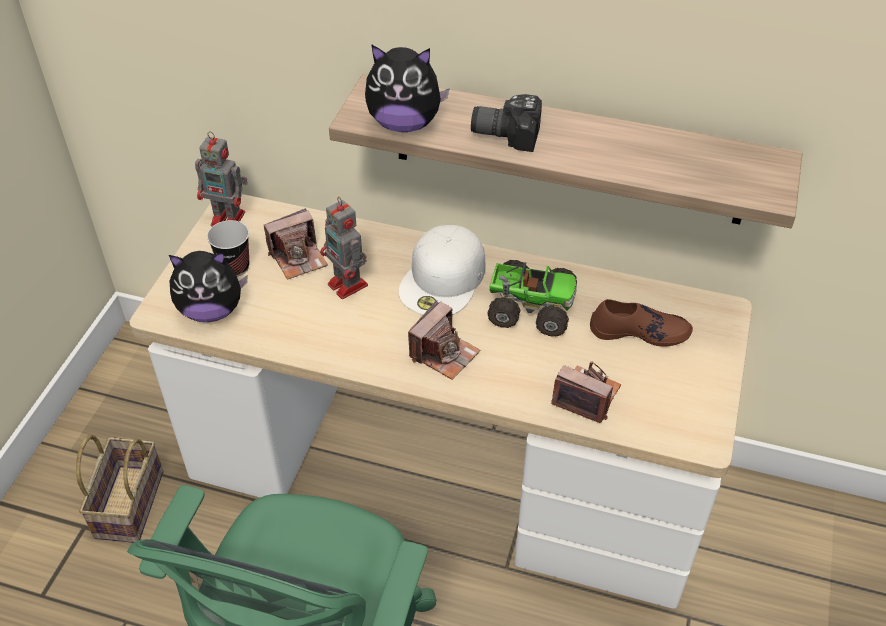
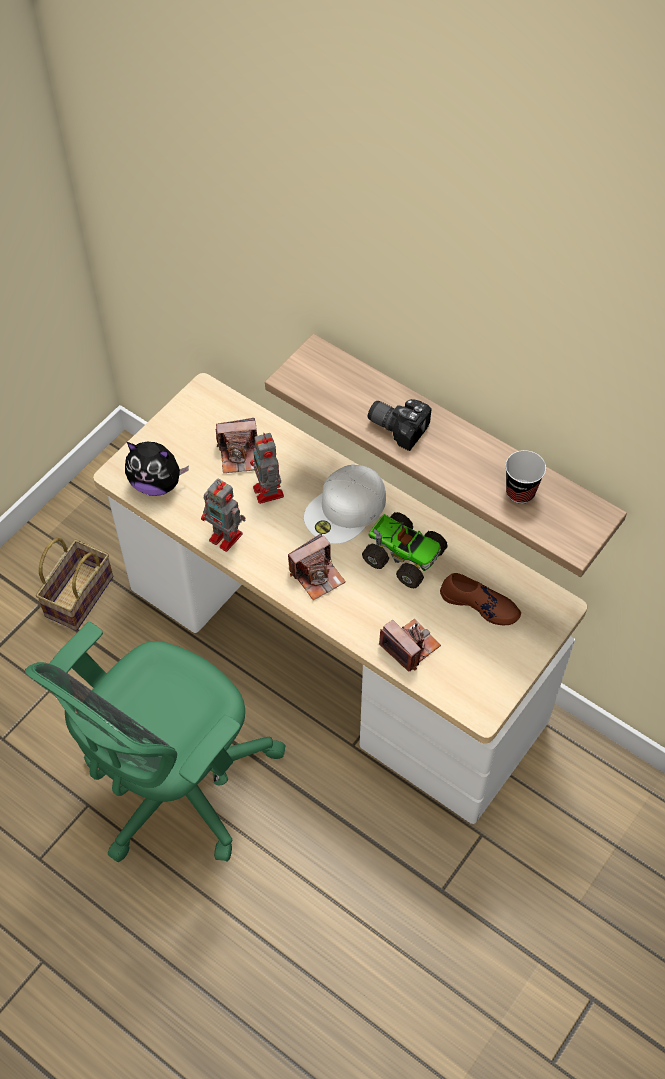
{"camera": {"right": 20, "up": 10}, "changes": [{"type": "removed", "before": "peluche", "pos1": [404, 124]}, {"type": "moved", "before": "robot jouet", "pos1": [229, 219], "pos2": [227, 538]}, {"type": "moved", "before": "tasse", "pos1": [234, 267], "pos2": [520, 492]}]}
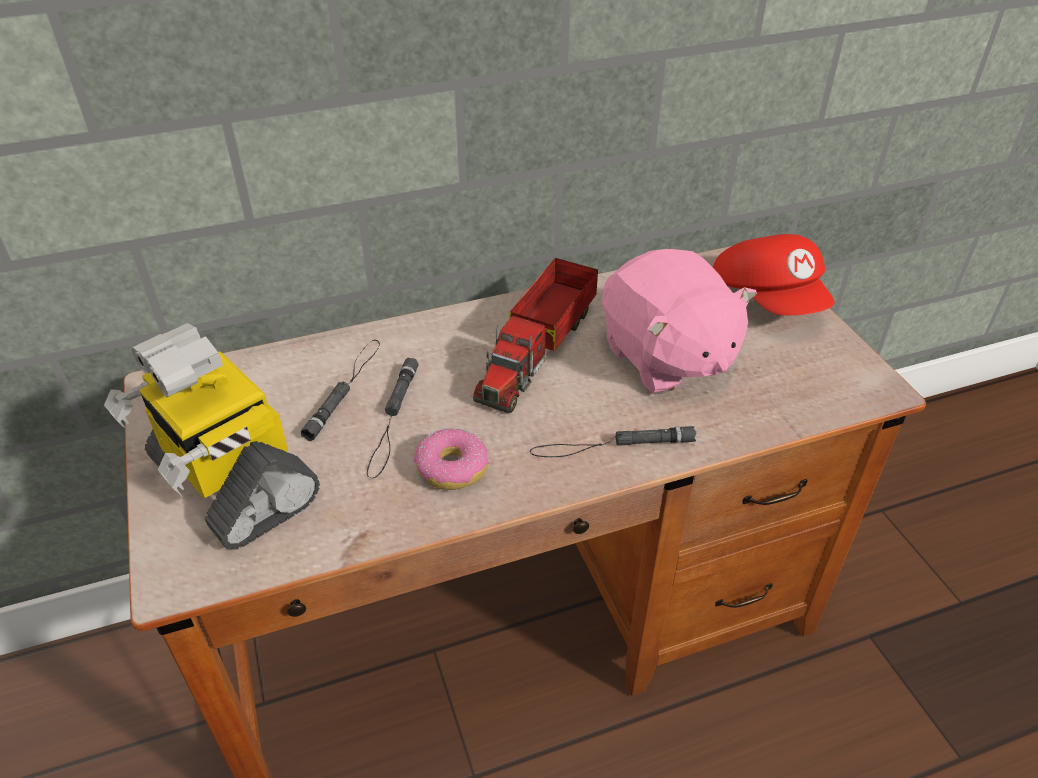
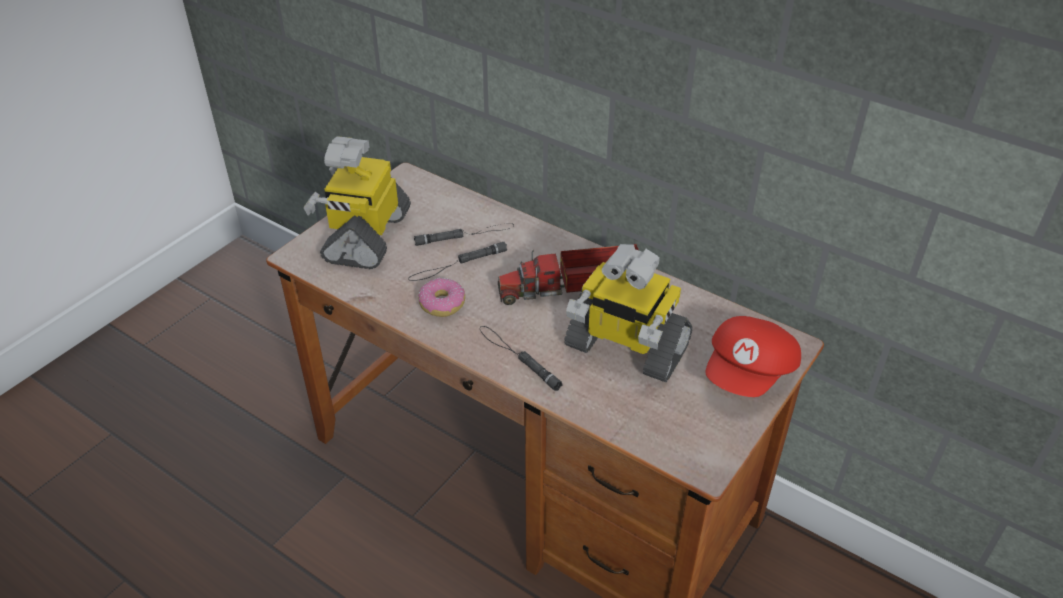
{"camera": {"right": 55, "up": 0}, "changes": [{"type": "replaced", "before": "peluche (rose)", "after": "robot jouet", "pos1": [666, 358], "pos2": [625, 347]}]}
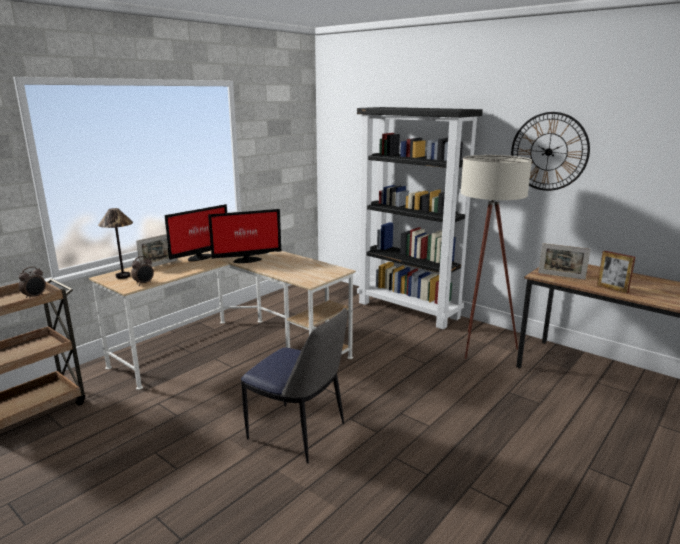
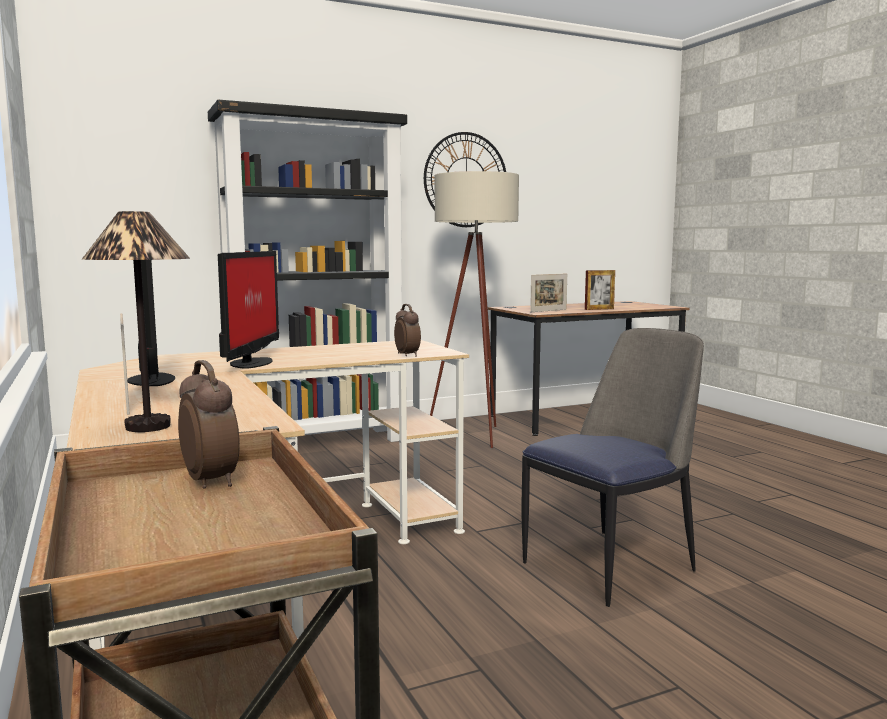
{"camera": {"right": -65, "up": -10}, "changes": [{"type": "moved", "before": "réveil", "pos1": [144, 283], "pos2": [408, 355]}]}
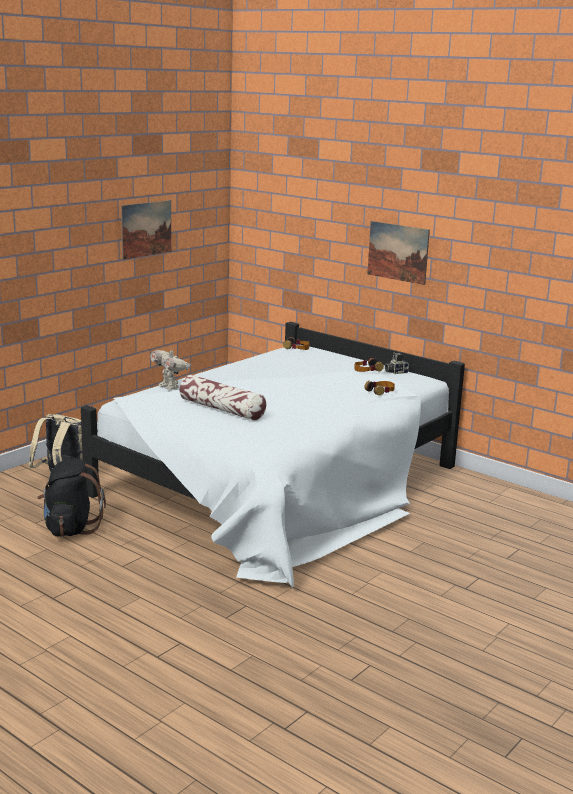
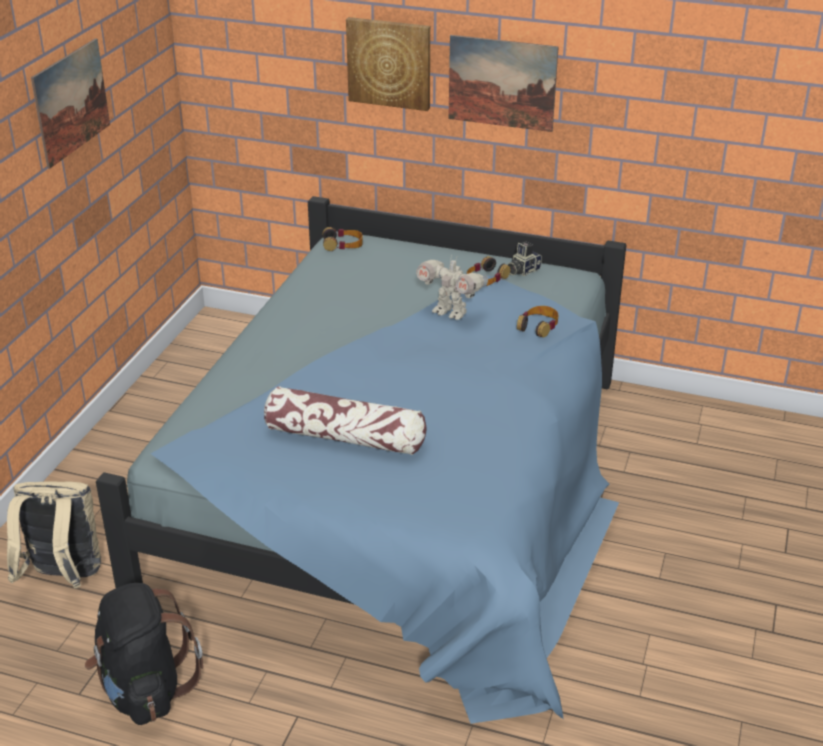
{"camera": {"right": -20, "up": 15}, "changes": [{"type": "recoloured", "before": "lit (blanc)", "after": "lit (bleu)", "pos1": [281, 486], "pos2": [404, 491]}, {"type": "moved", "before": "robot jouet", "pos1": [170, 387], "pos2": [450, 312]}, {"type": "added", "after": "tableau", "pos2": [389, 63]}]}
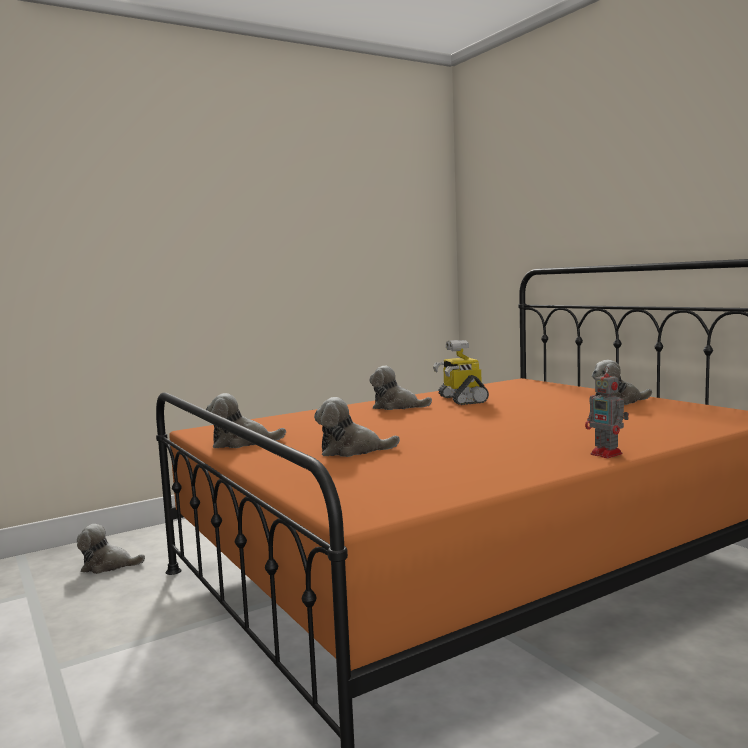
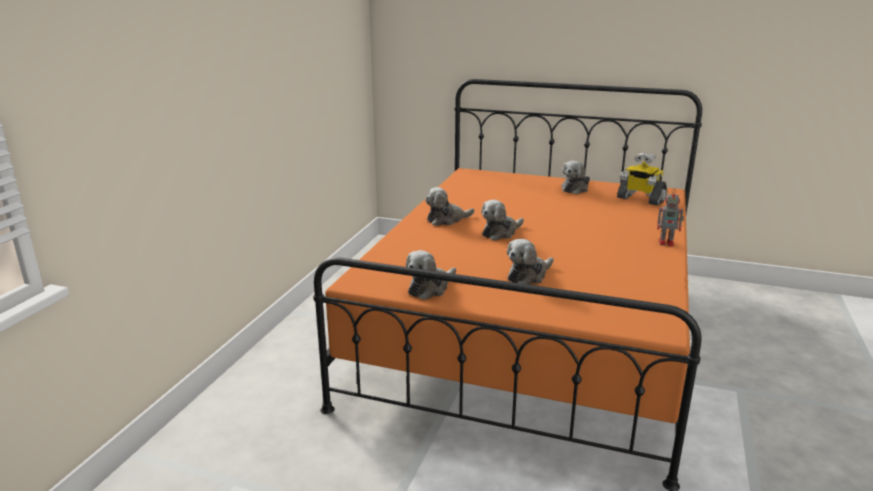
{"camera": {"right": -40, "up": 15}, "changes": [{"type": "moved", "before": "robot jouet", "pos1": [461, 399], "pos2": [640, 199]}, {"type": "moved", "before": "peluche", "pos1": [108, 566], "pos2": [500, 232]}]}
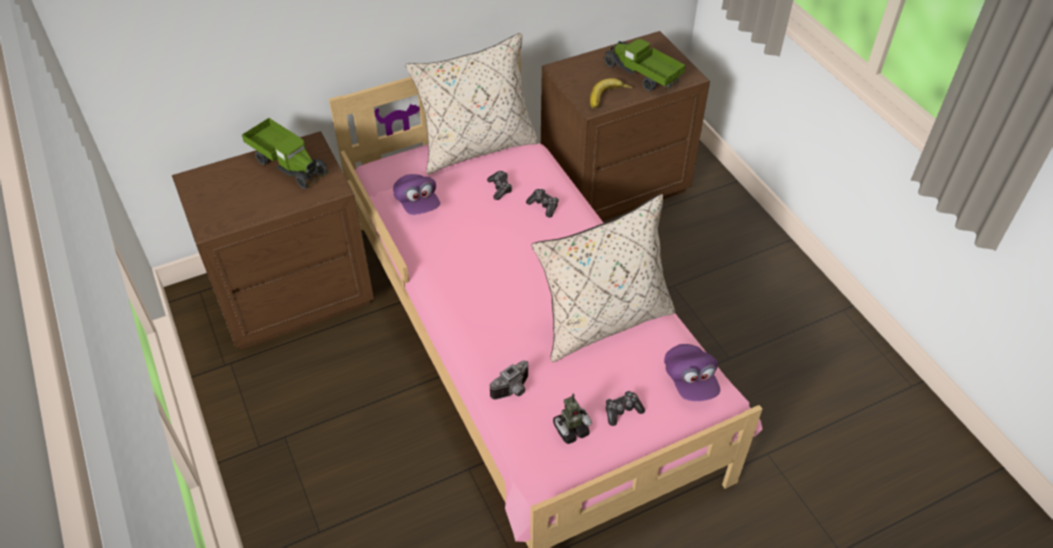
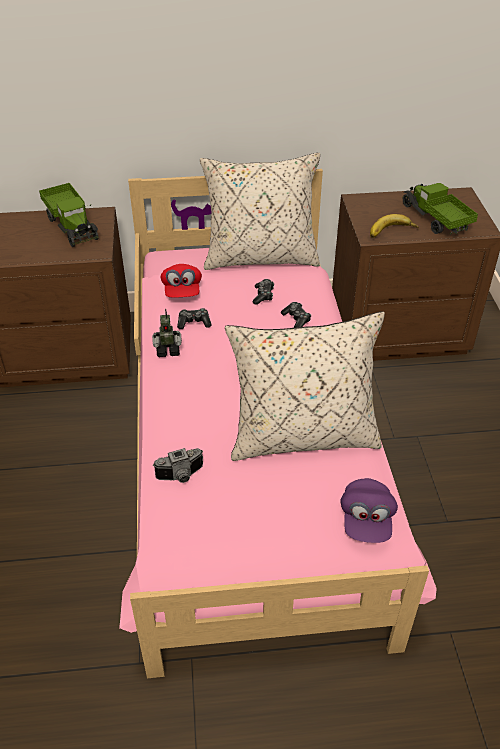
{"camera": {"right": 20, "up": -5}, "changes": [{"type": "recoloured", "before": "casquette (violet)", "after": "casquette (rouge)", "pos1": [417, 203], "pos2": [182, 291]}, {"type": "moved", "before": "manette", "pos1": [622, 411], "pos2": [194, 323]}, {"type": "moved", "before": "robot jouet", "pos1": [570, 430], "pos2": [168, 350]}]}
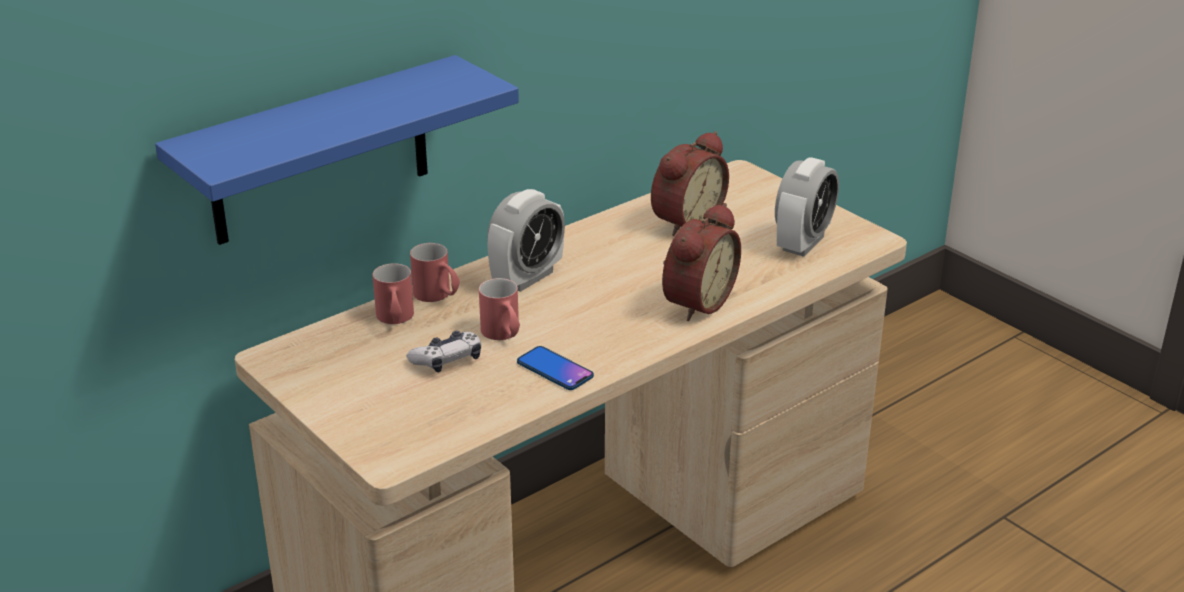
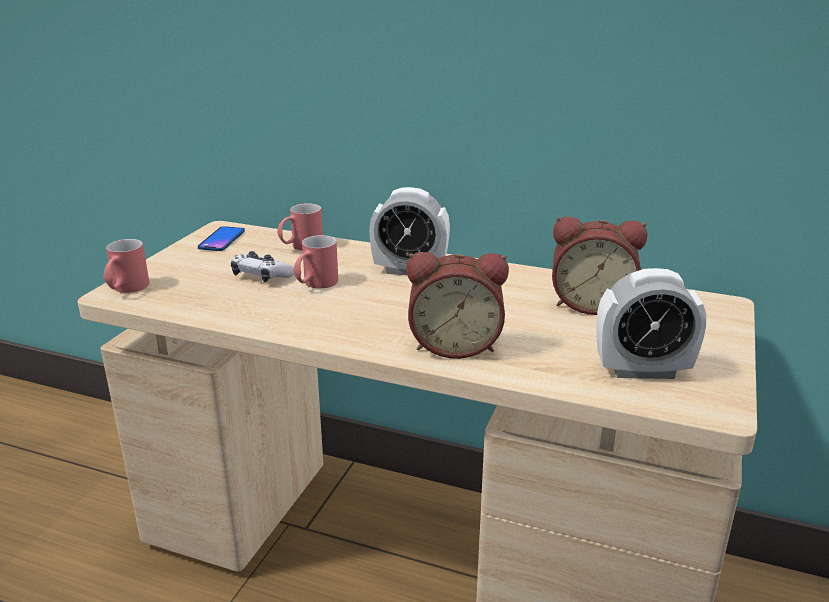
{"camera": {"right": 60, "up": -5}, "changes": [{"type": "removed", "before": "étagère (bleu)", "pos1": [320, 152]}, {"type": "moved", "before": "mug (rouge)", "pos1": [438, 296], "pos2": [126, 289]}, {"type": "moved", "before": "téléphone", "pos1": [555, 369], "pos2": [222, 240]}]}
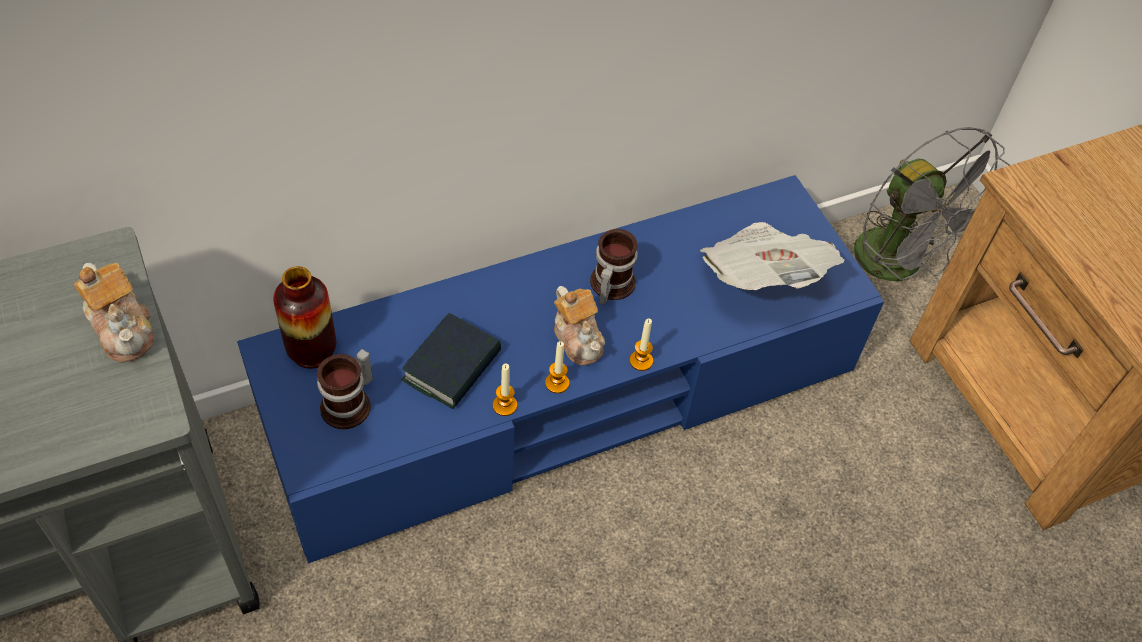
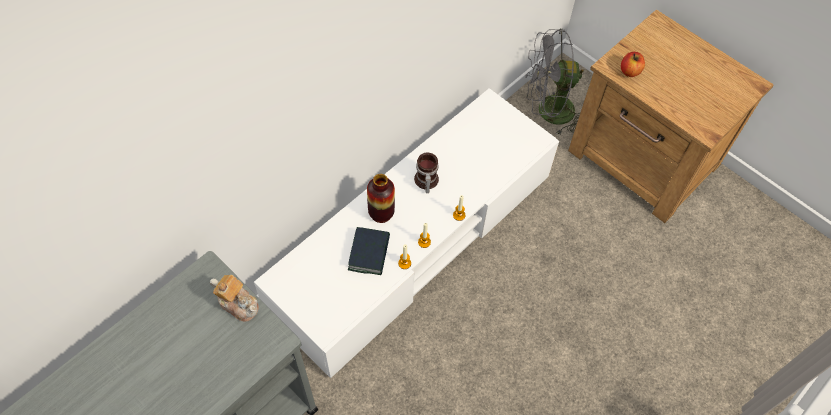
{"camera": {"right": -20, "up": 5}, "changes": [{"type": "turned", "before": "ventilateur (gris)", "pos1": [899, 266], "pos2": [547, 112], "turn": 135}, {"type": "recoloured", "before": "meuble télé (bleu)", "after": "meuble télé (blanc)", "pos1": [564, 394], "pos2": [413, 242]}, {"type": "removed", "before": "journal", "pos1": [762, 277]}, {"type": "moved", "before": "vase", "pos1": [312, 351], "pos2": [381, 213]}, {"type": "removed", "before": "théière", "pos1": [578, 338]}, {"type": "removed", "before": "mug", "pos1": [351, 405]}, {"type": "added", "after": "pomme", "pos2": [630, 71]}]}
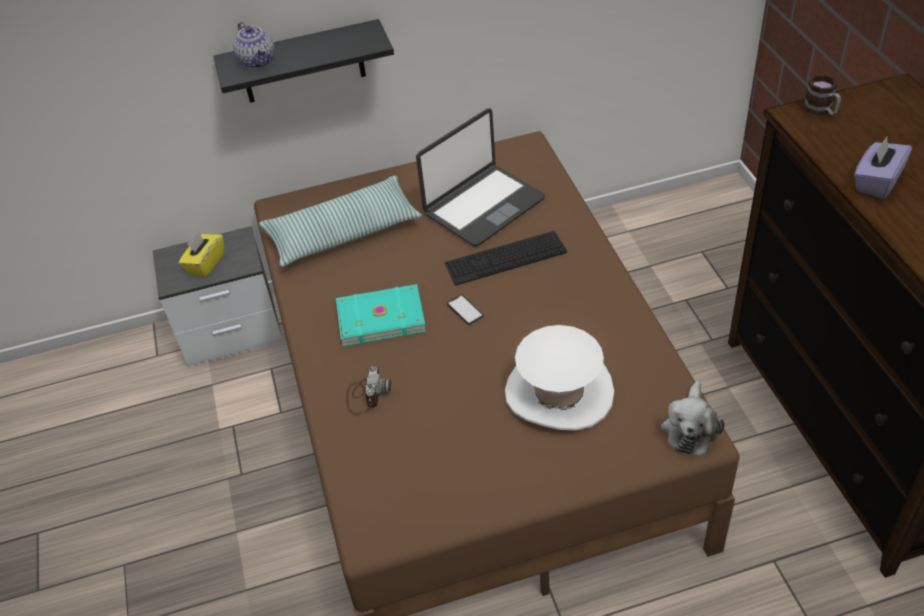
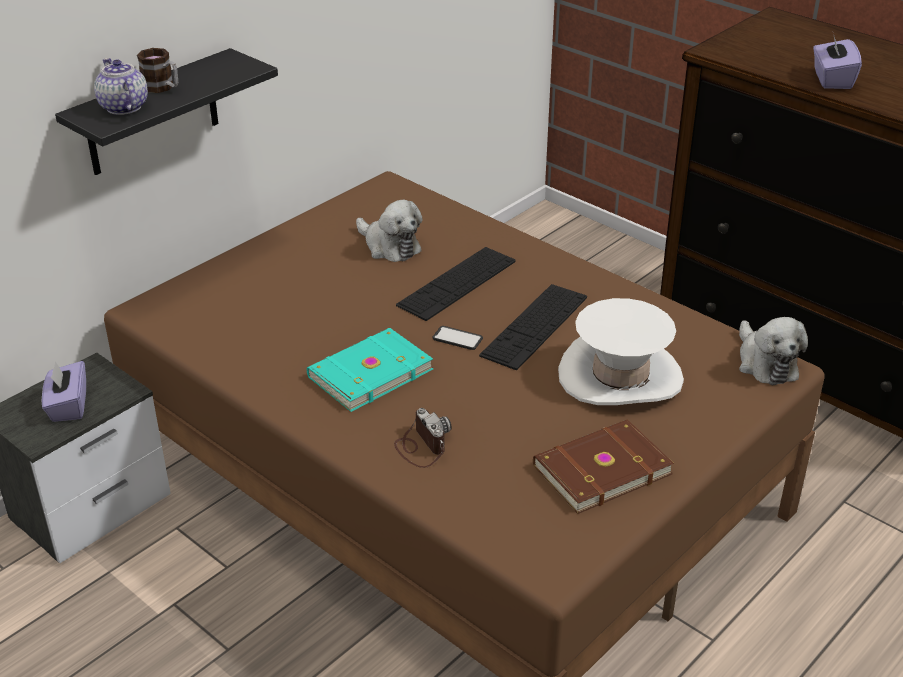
{"camera": {"right": -35, "up": -10}, "changes": [{"type": "turned", "before": "théière", "pos1": [258, 61], "pos2": [123, 107], "turn": -150}, {"type": "moved", "before": "mug", "pos1": [821, 110], "pos2": [163, 88]}, {"type": "replaced", "before": "ordinateur portable", "after": "peluche", "pos1": [483, 206], "pos2": [389, 246]}, {"type": "removed", "before": "coussin", "pos1": [343, 232]}, {"type": "recoloured", "before": "boîte à mouchoirs (jaune)", "after": "boîte à mouchoirs (violet)", "pos1": [205, 264], "pos2": [68, 406]}, {"type": "added", "after": "clavier", "pos2": [534, 326]}, {"type": "added", "after": "livre (marron)", "pos2": [600, 469]}]}
